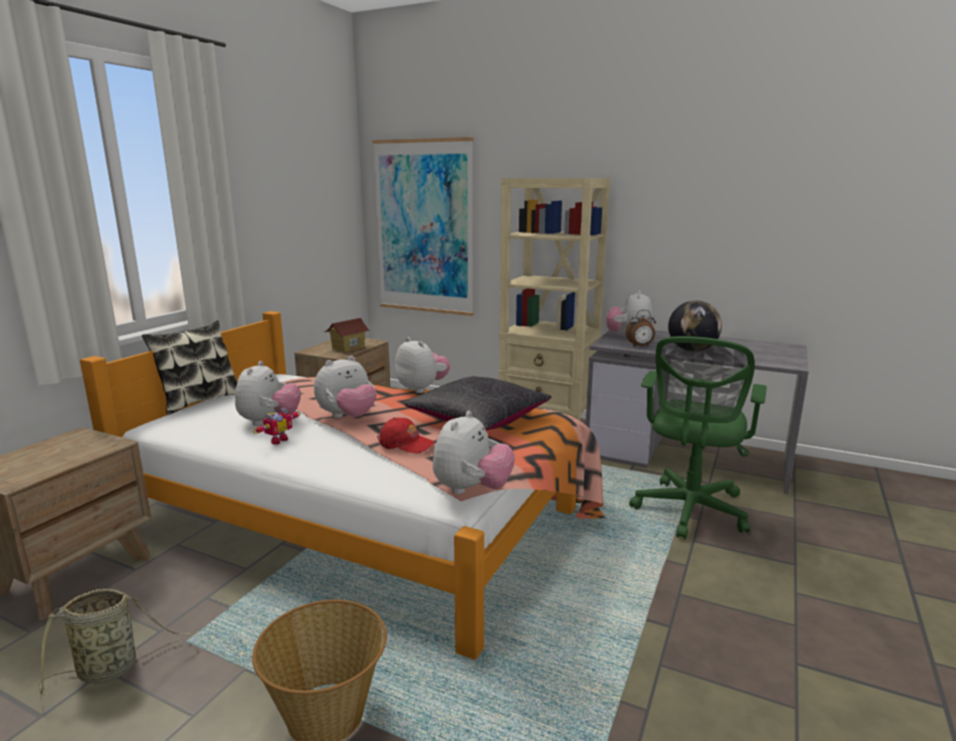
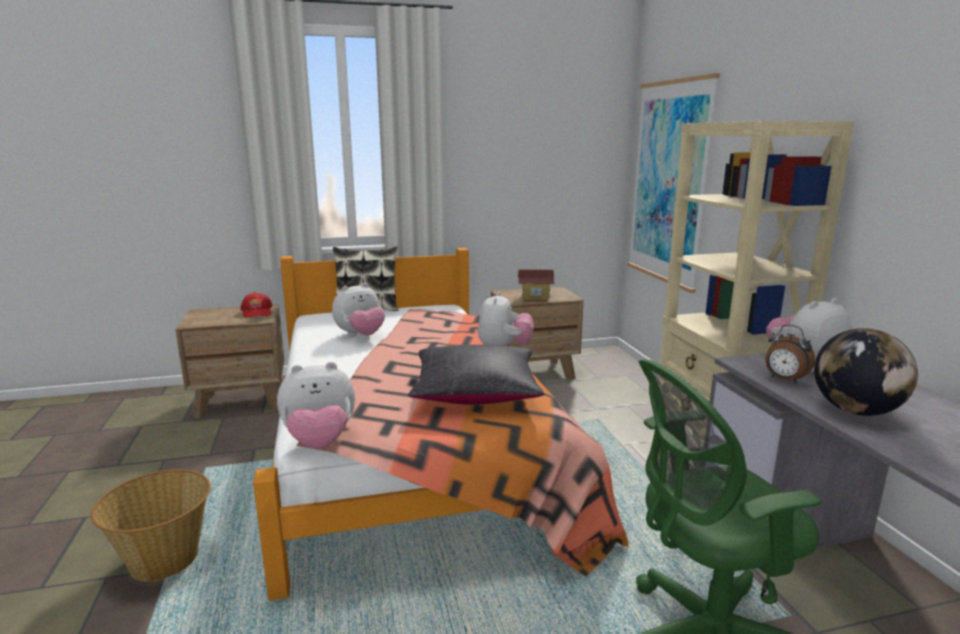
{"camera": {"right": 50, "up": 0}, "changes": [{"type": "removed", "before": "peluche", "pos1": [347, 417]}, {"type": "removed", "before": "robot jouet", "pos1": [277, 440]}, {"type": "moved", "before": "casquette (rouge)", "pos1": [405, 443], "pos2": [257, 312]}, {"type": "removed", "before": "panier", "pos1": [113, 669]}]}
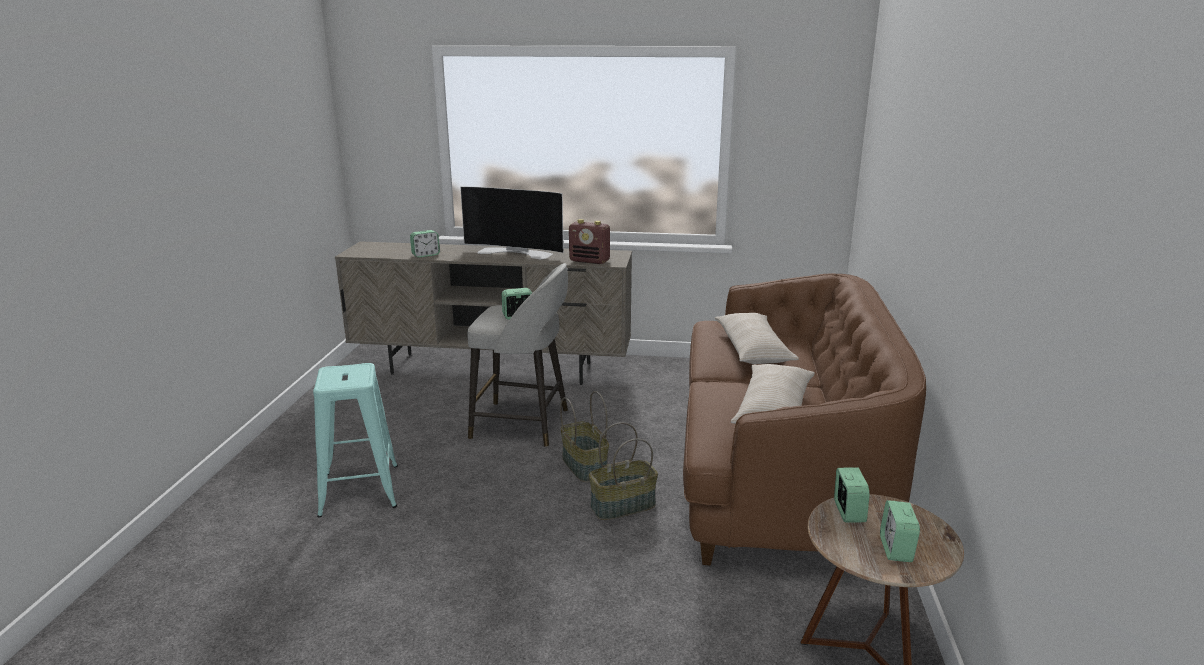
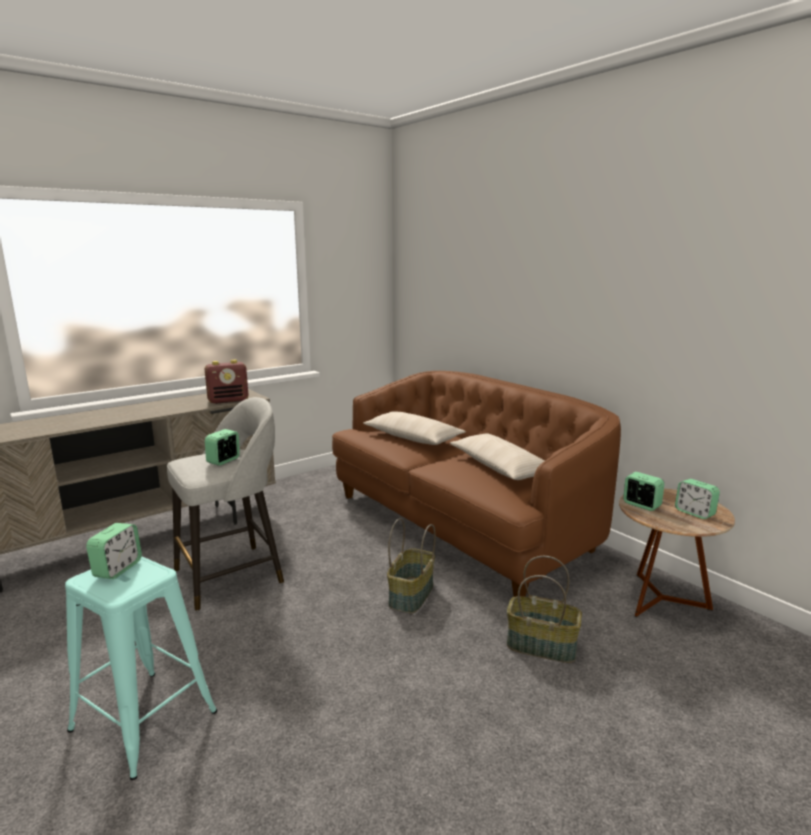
{"camera": {"right": -45, "up": -5}, "changes": [{"type": "removed", "before": "téléviseur", "pos1": [516, 252]}, {"type": "moved", "before": "réveil", "pos1": [425, 255], "pos2": [117, 569]}, {"type": "moved", "before": "panier", "pos1": [585, 466], "pos2": [542, 645]}]}
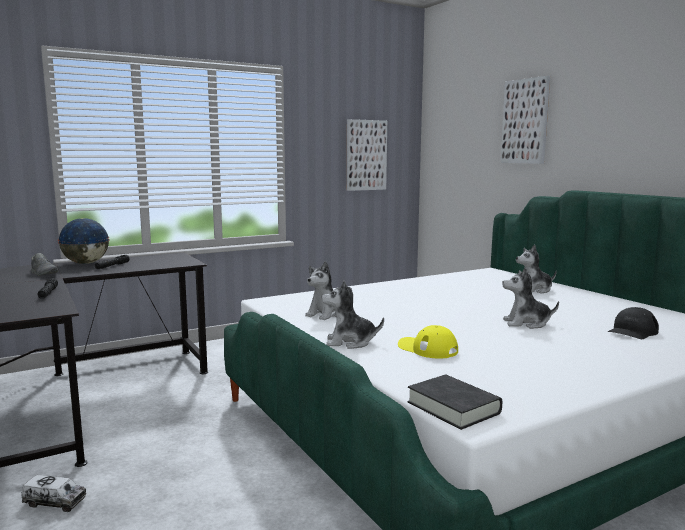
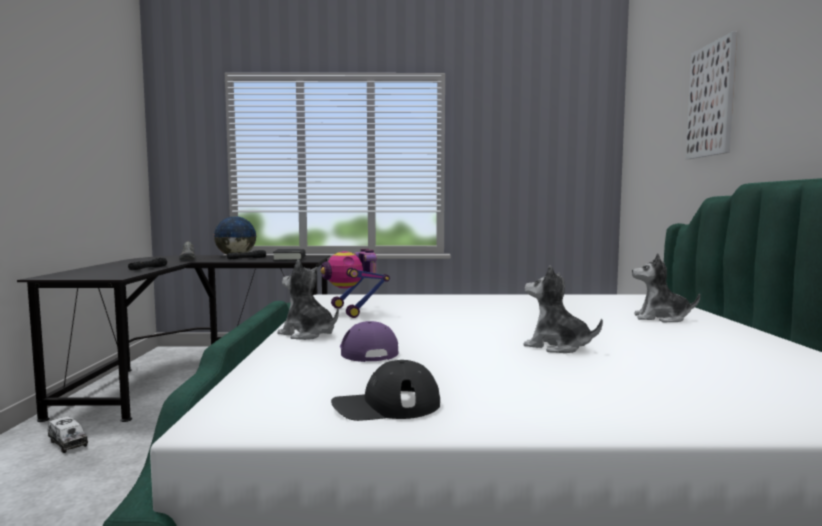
{"camera": {"right": 30, "up": -5}, "changes": [{"type": "removed", "before": "tableau", "pos1": [366, 155]}, {"type": "replaced", "before": "peluche", "after": "robot jouet", "pos1": [326, 314], "pos2": [353, 311]}, {"type": "moved", "before": "casquette (noir)", "pos1": [632, 331], "pos2": [386, 405]}, {"type": "recoloured", "before": "casquette (jaune)", "after": "casquette (violet)", "pos1": [427, 349], "pos2": [367, 351]}, {"type": "moved", "before": "livre (noir)", "pos1": [453, 407], "pos2": [289, 258]}]}
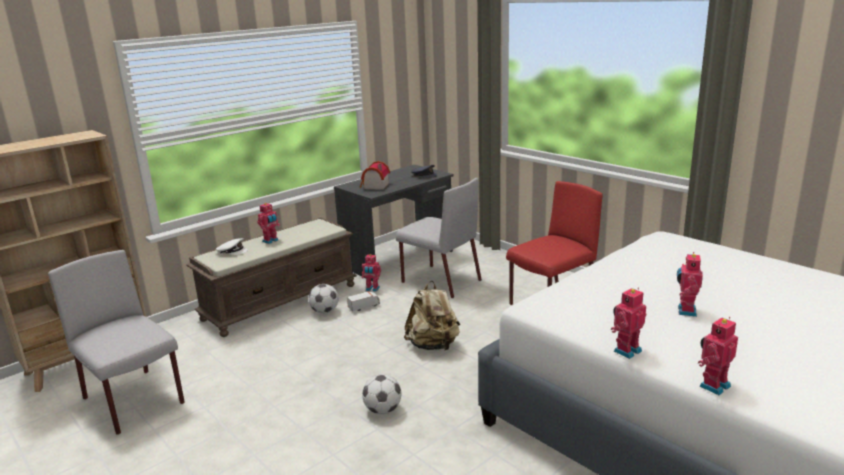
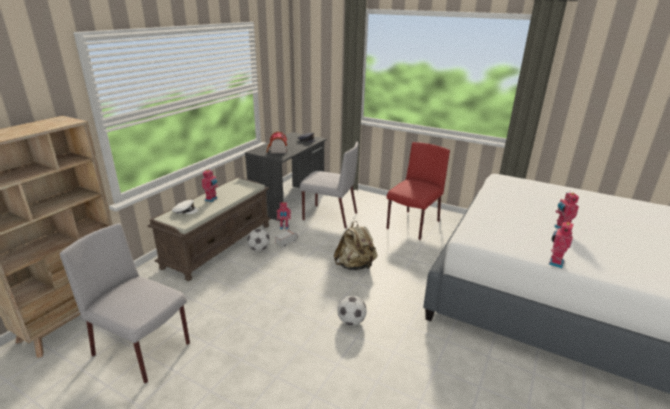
{"camera": {"right": -20, "up": 5}, "changes": [{"type": "removed", "before": "robot jouet", "pos1": [713, 385]}]}
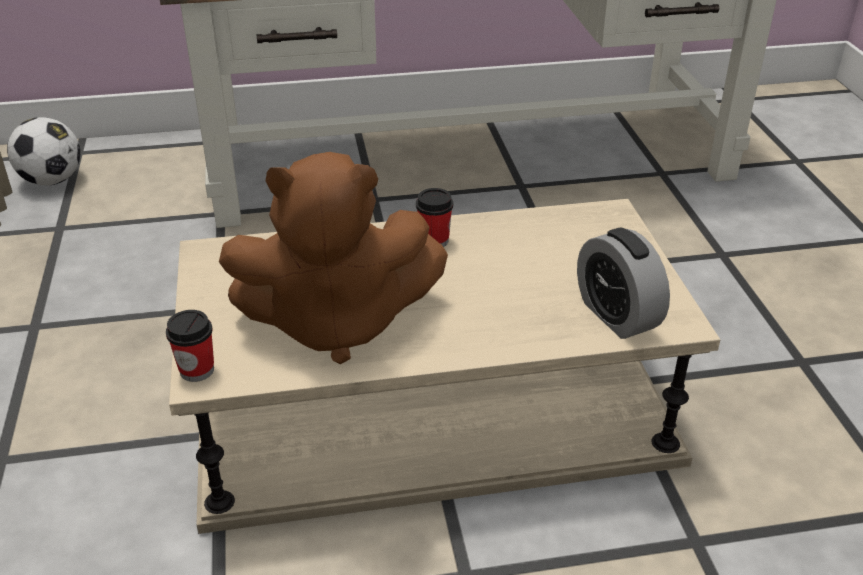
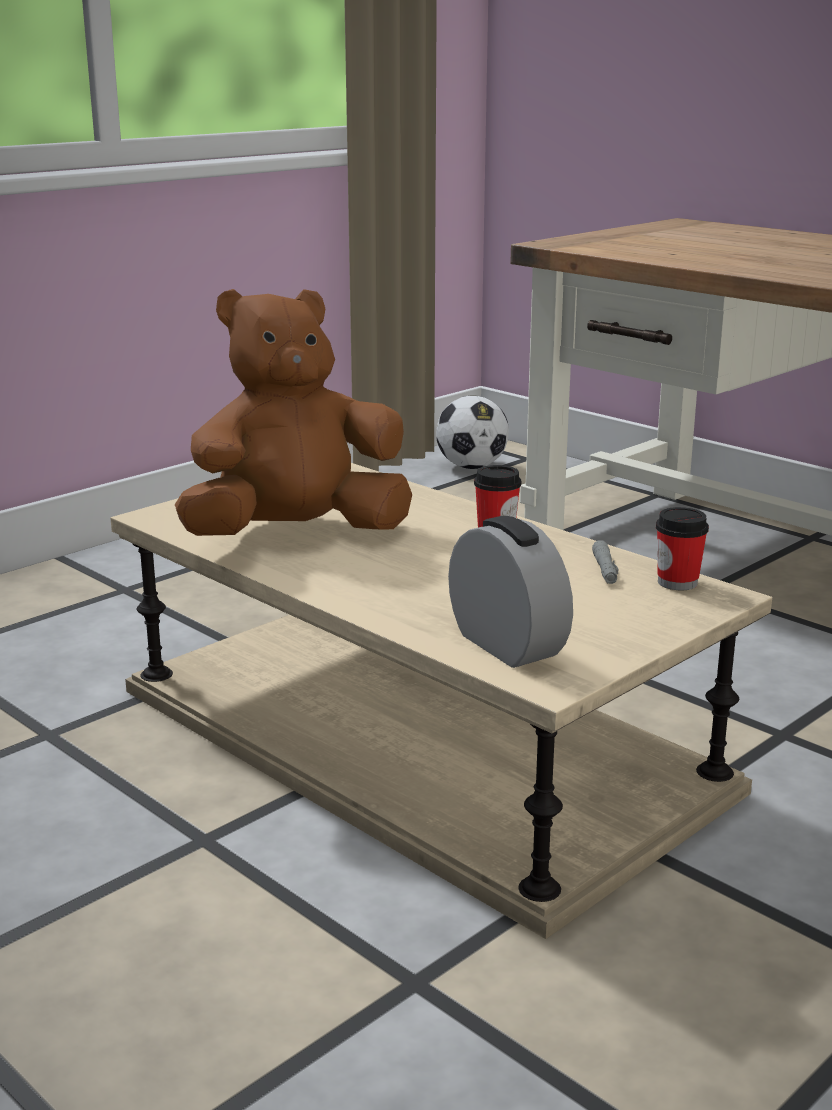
{"camera": {"right": 55, "up": -15}, "changes": [{"type": "turned", "before": "peluche (marron)", "pos1": [336, 323], "pos2": [296, 535], "turn": 105}, {"type": "turned", "before": "réveil", "pos1": [617, 315], "pos2": [507, 645], "turn": 120}, {"type": "moved", "before": "tasse", "pos1": [197, 370], "pos2": [677, 582]}, {"type": "added", "after": "lampe de poche (gris)", "pos2": [605, 570]}]}
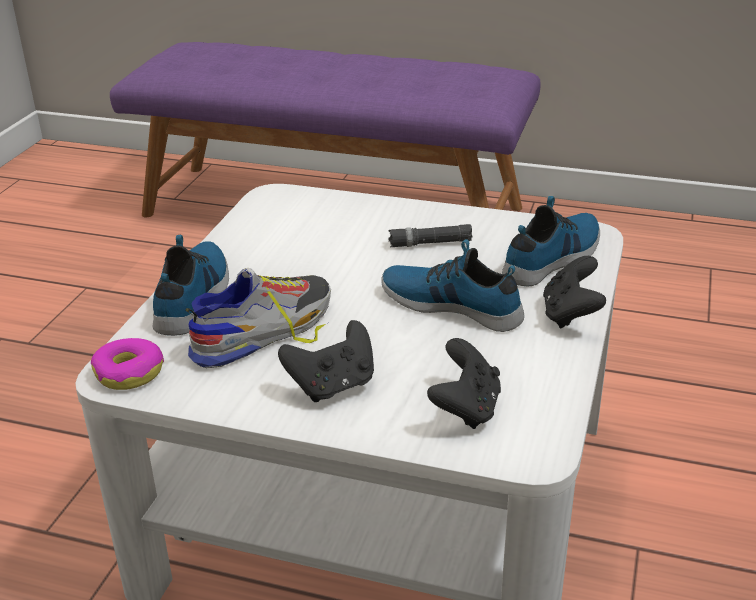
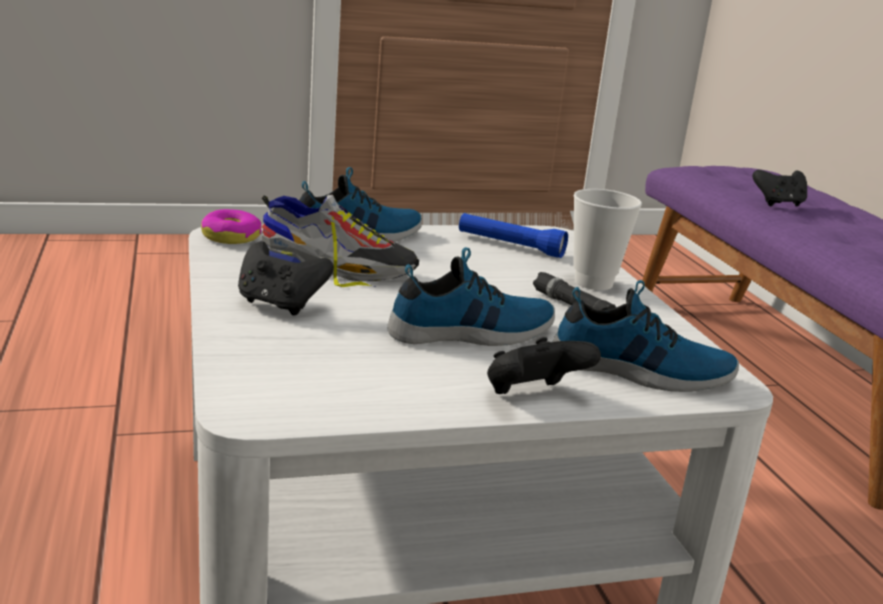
{"camera": {"right": 55, "up": -10}, "changes": [{"type": "turned", "before": "chaussure", "pos1": [452, 304], "pos2": [473, 333], "turn": 75}, {"type": "moved", "before": "manette (noir)", "pos1": [466, 409], "pos2": [778, 204]}, {"type": "added", "after": "tasse", "pos2": [593, 283]}, {"type": "added", "after": "lampe de poche (bleu)", "pos2": [510, 245]}]}
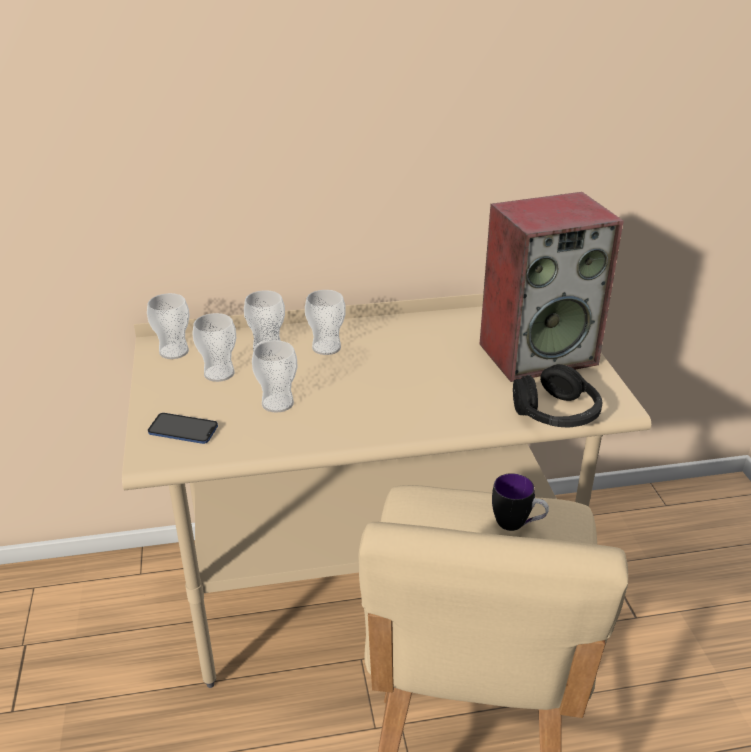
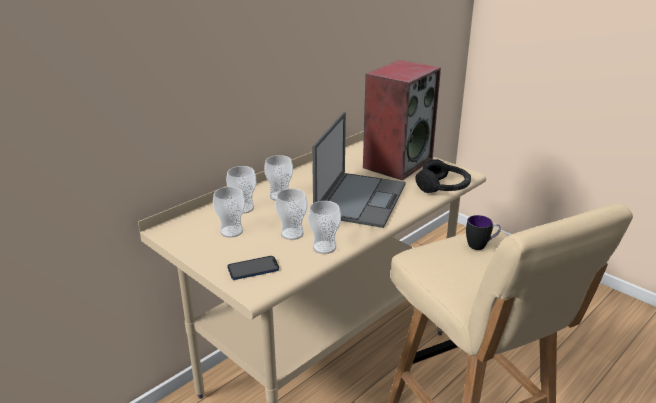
{"camera": {"right": -35, "up": -5}, "changes": [{"type": "moved", "before": "tasse", "pos1": [174, 351], "pos2": [324, 247]}, {"type": "added", "after": "ordinateur portable", "pos2": [361, 199]}]}
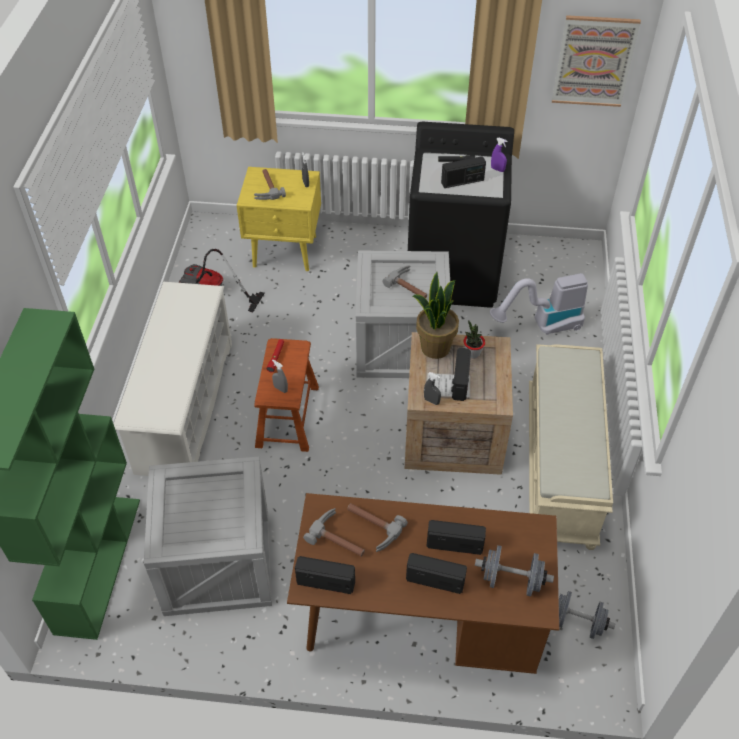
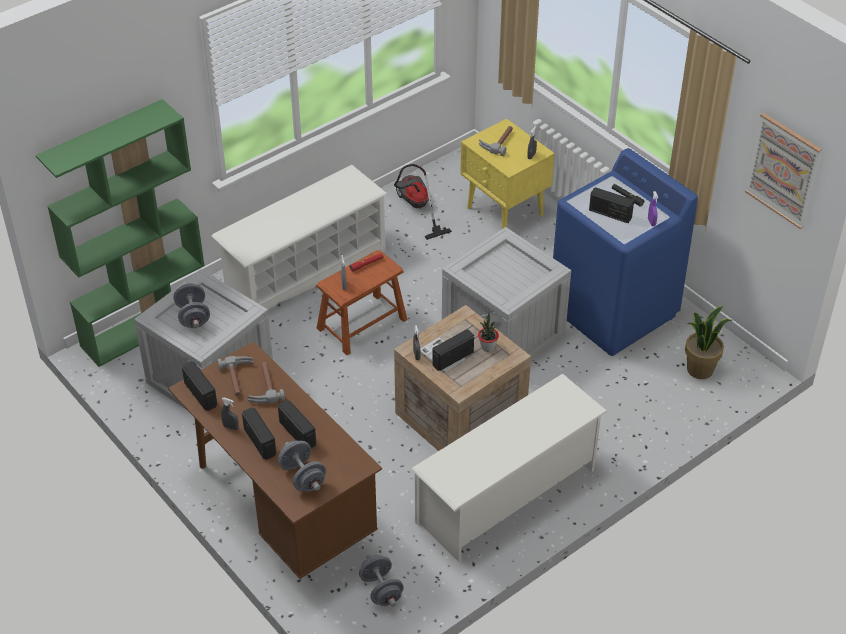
{"camera": {"right": 45, "up": -5}, "changes": [{"type": "recoloured", "before": "lave-linge (noir)", "after": "lave-linge (bleu)", "pos1": [453, 274], "pos2": [613, 312]}, {"type": "removed", "before": "marteau", "pos1": [410, 286]}, {"type": "moved", "before": "plante en pot", "pos1": [434, 347], "pos2": [699, 369]}, {"type": "removed", "before": "aspirateur", "pos1": [541, 326]}, {"type": "replaced", "before": "banc (beige)", "after": "étagère à chaussures (blanc)", "pos1": [561, 467], "pos2": [507, 496]}, {"type": "added", "after": "haltère (gris)", "pos2": [193, 316]}, {"type": "added", "after": "vaporisateur (gris)", "pos2": [230, 427]}]}
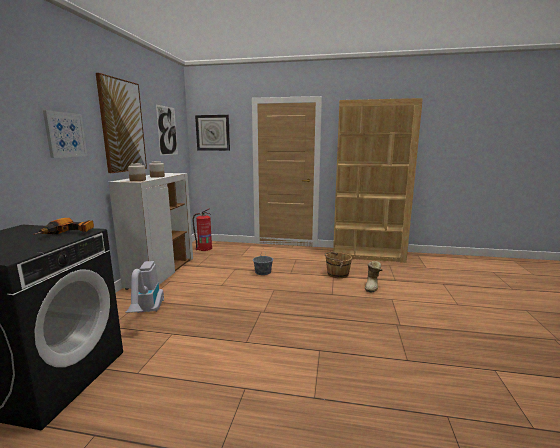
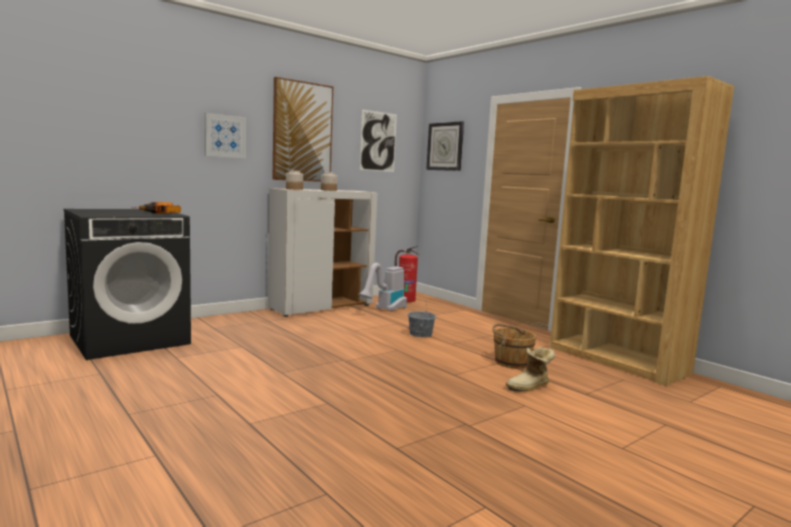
{"camera": {"right": 40, "up": -5}, "changes": [{"type": "moved", "before": "aspirateur", "pos1": [147, 312], "pos2": [384, 310]}]}
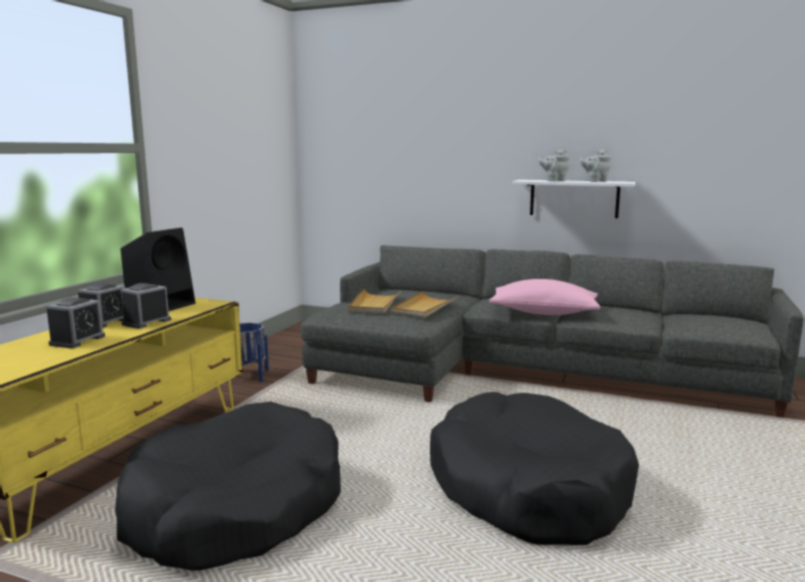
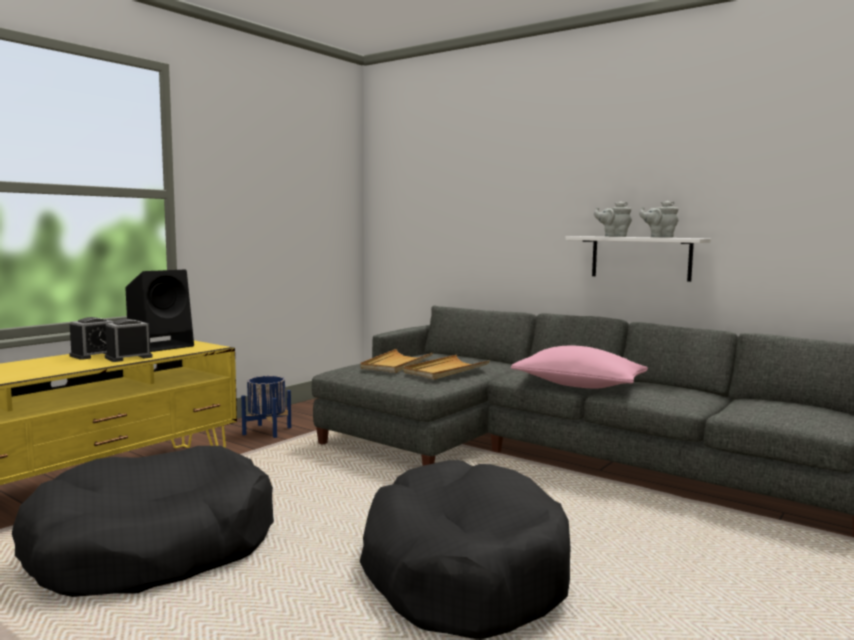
{"camera": {"right": 15, "up": -5}, "changes": [{"type": "removed", "before": "réveil", "pos1": [77, 340]}]}
